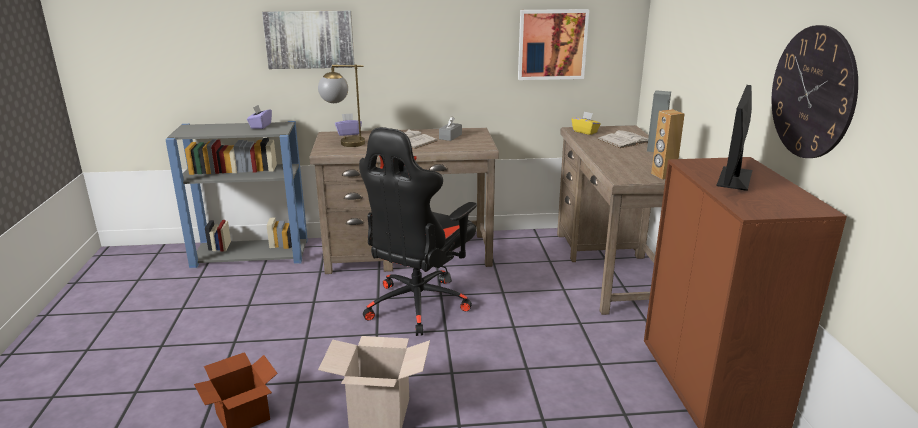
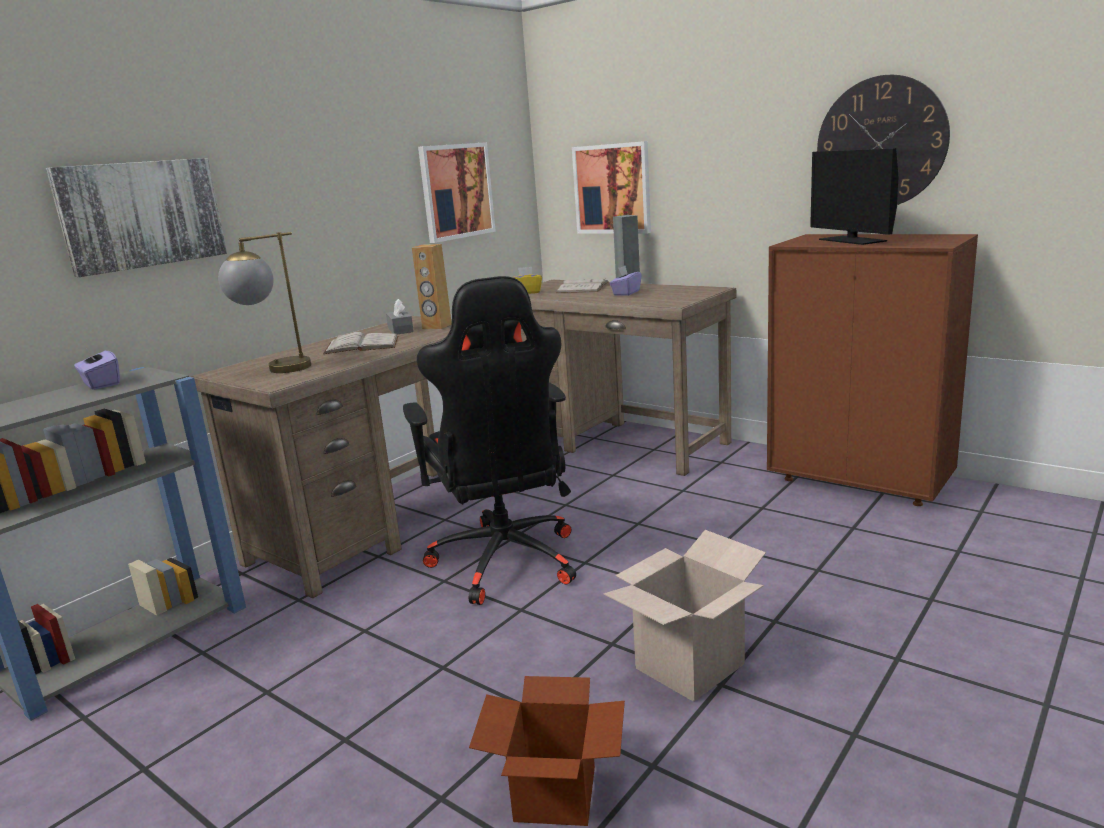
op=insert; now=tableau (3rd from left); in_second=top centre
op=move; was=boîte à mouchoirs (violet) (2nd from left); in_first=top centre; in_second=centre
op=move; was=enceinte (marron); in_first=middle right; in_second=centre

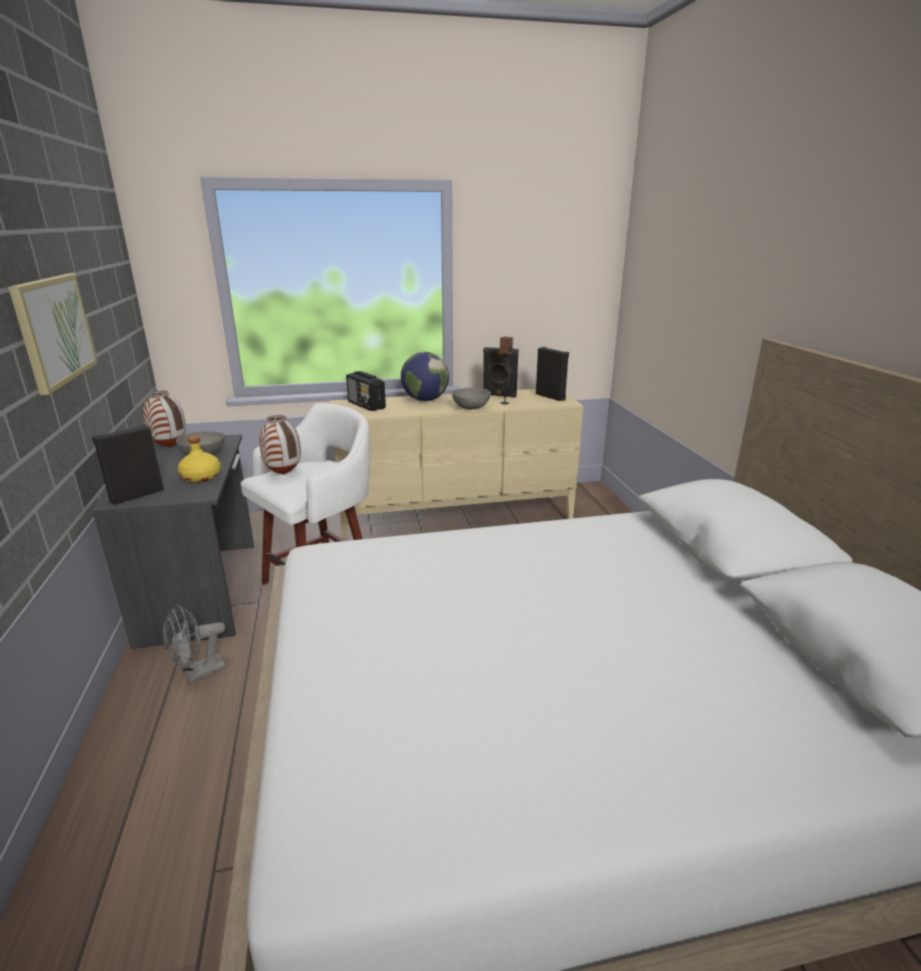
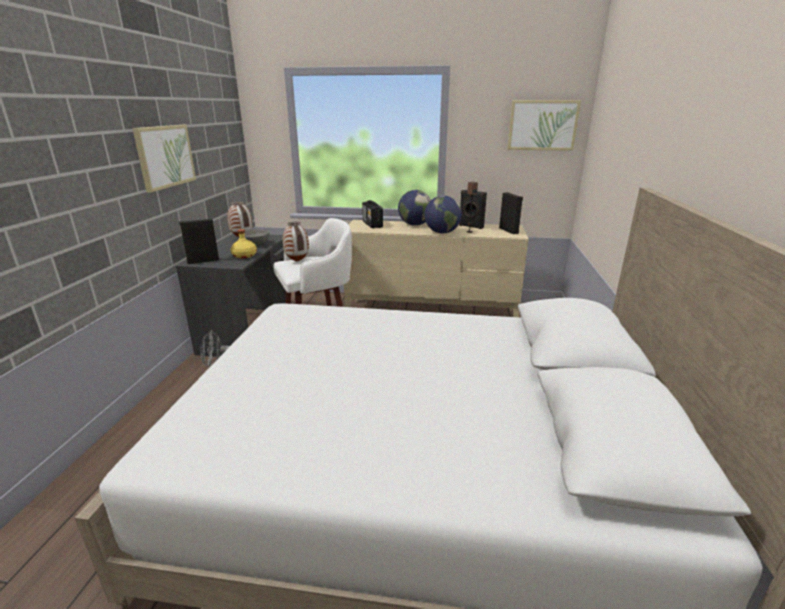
op=insert; now=tableau (2nd from left); in_second=top right
op=replace; was=bol (gris) (2nd from left); now=globe (2nd from left); in_first=centre; in_second=centre

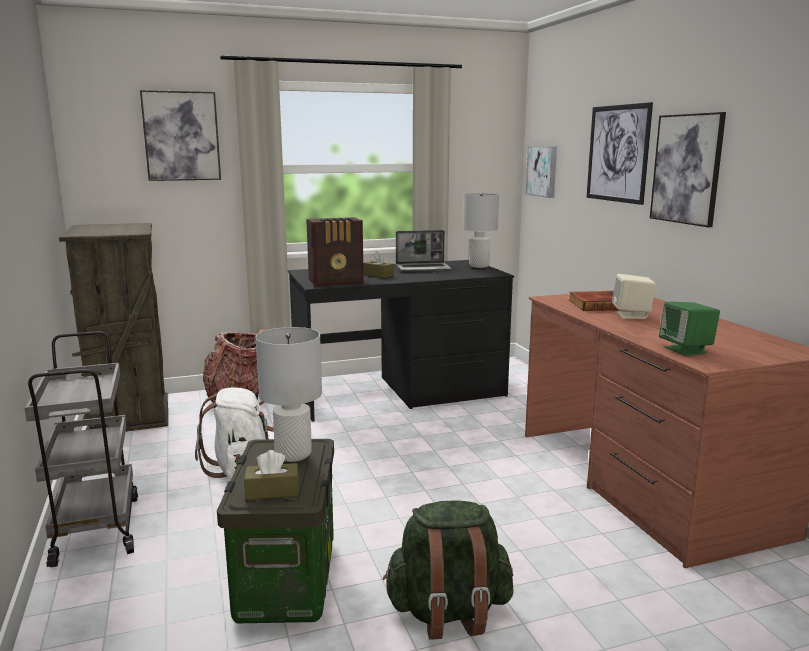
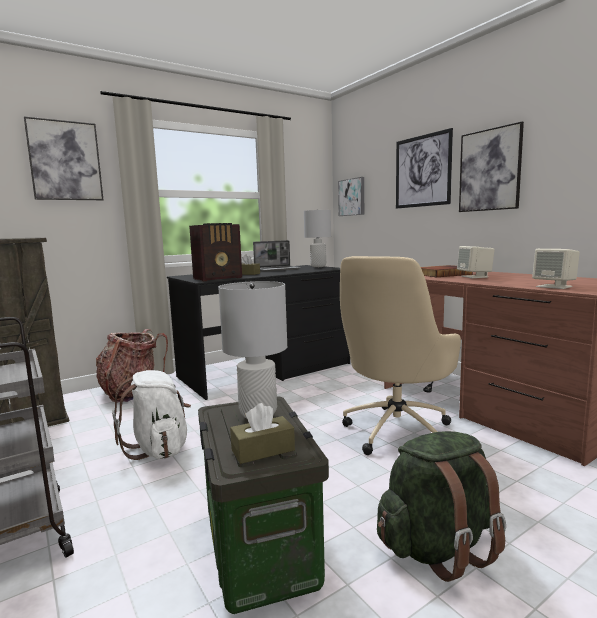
op=insert; now=chaise de bureau (beige); in_second=middle right
op=recolor; was=enceinte (vert); now=enceinte (beige) (2nd from left); in_first=middle right; in_second=middle right

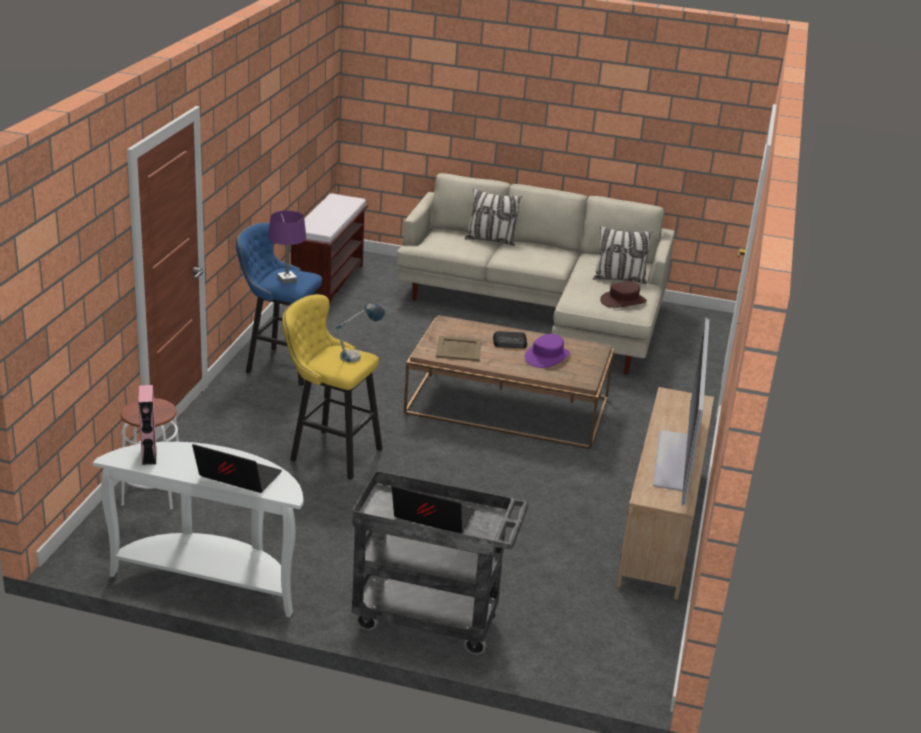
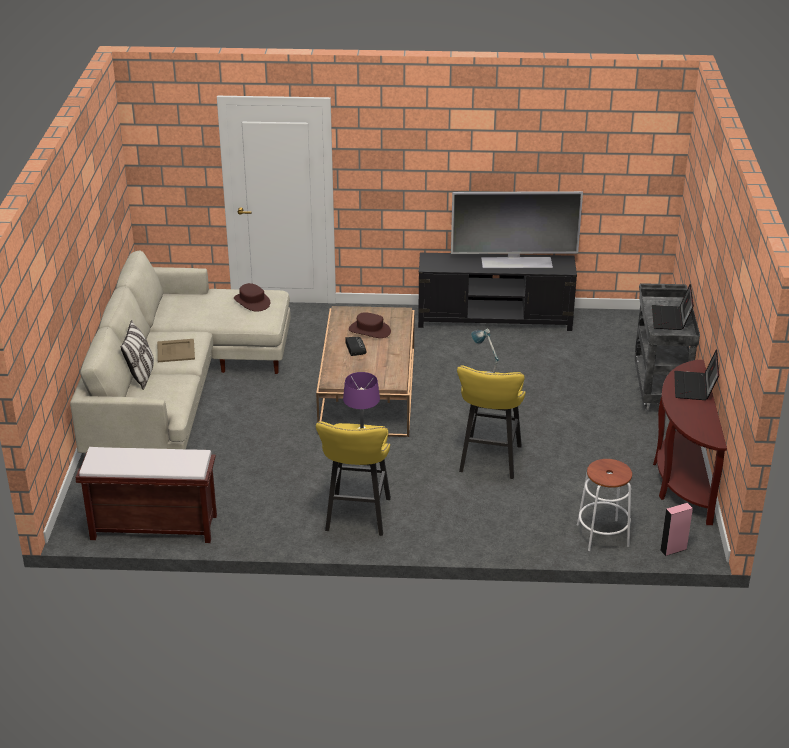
op=delete; was=coussin (2nd from left); in_first=middle right
op=move; was=enceinte (rose); in_first=middle left; in_second=bottom right
op=move; was=plateau (beige); in_first=centre; in_second=middle left
op=recolor; was=table console (blanc); now=table console (marron); in_first=bottom left; in_second=middle right
op=recolor; was=tabouret (bleu); now=tabouret (jaune) (1st from left); in_first=middle left; in_second=centre
op=recolor; was=chapeau (violet); now=chapeau (marron) (2nd from left); in_first=centre; in_second=centre
op=recolor; was=meuble télé (beige); now=meuble télé (noir); in_first=bottom right; in_second=centre

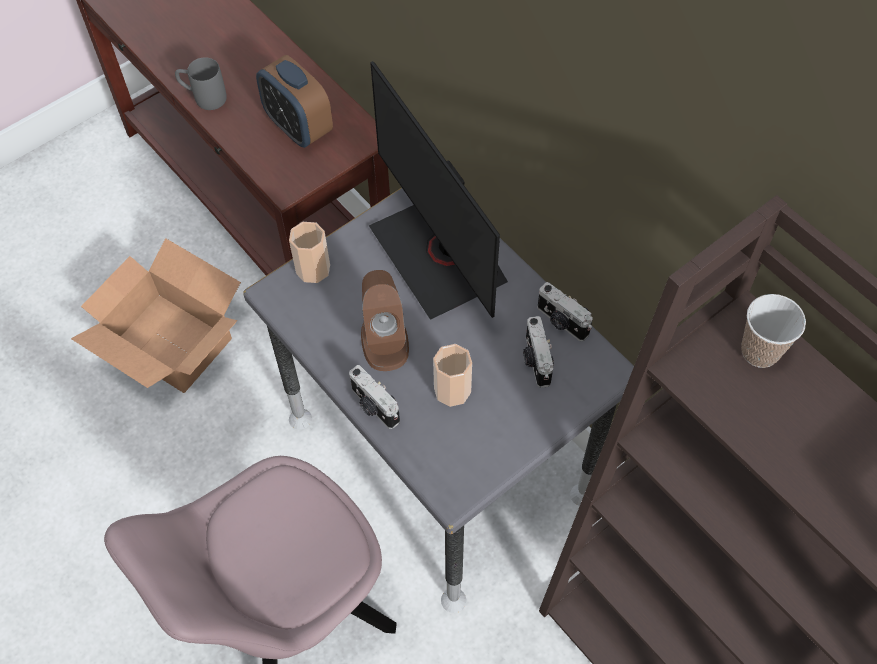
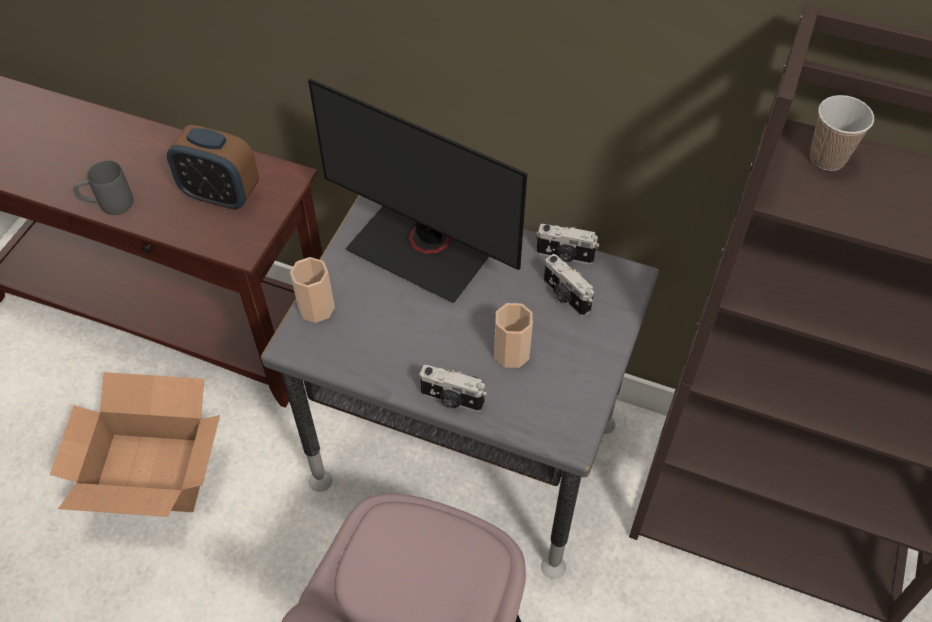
op=delete; was=enceinte (marron); in_first=centre

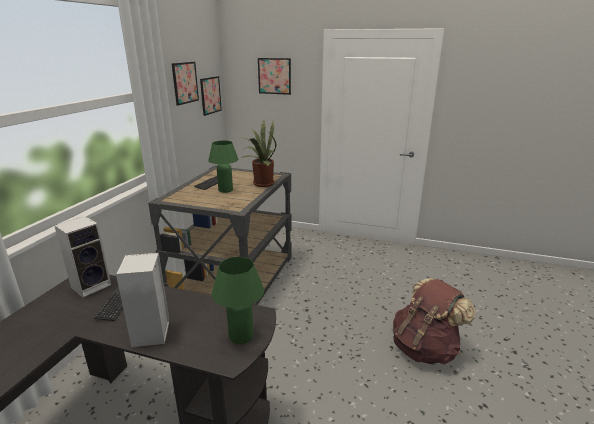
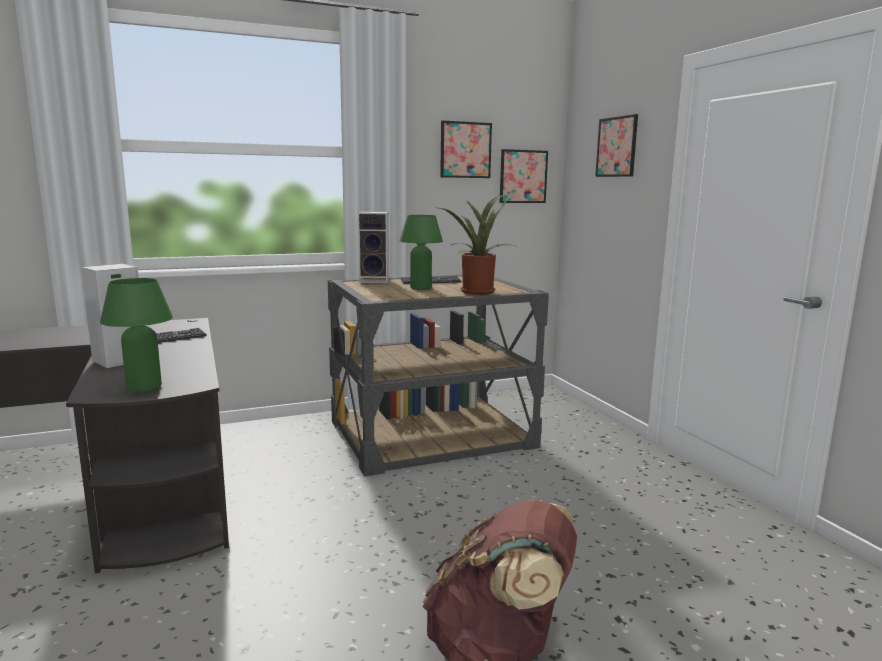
op=move; was=enceinte (1st from left in the first image); now=enceinte (2nd from left); in_first=middle left; in_second=centre

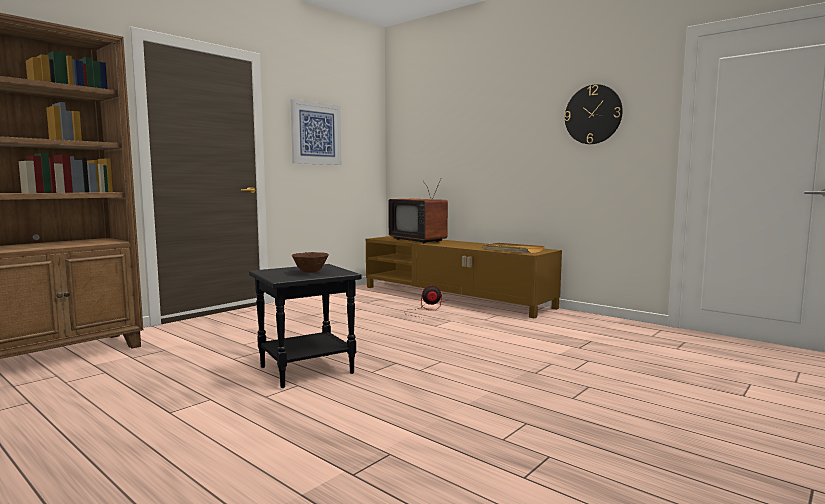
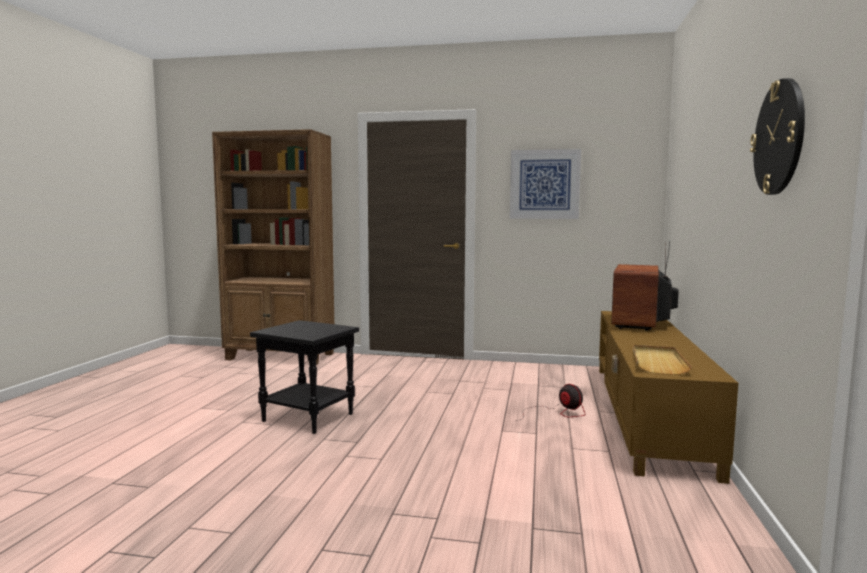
op=delete; was=bol (marron); in_first=centre

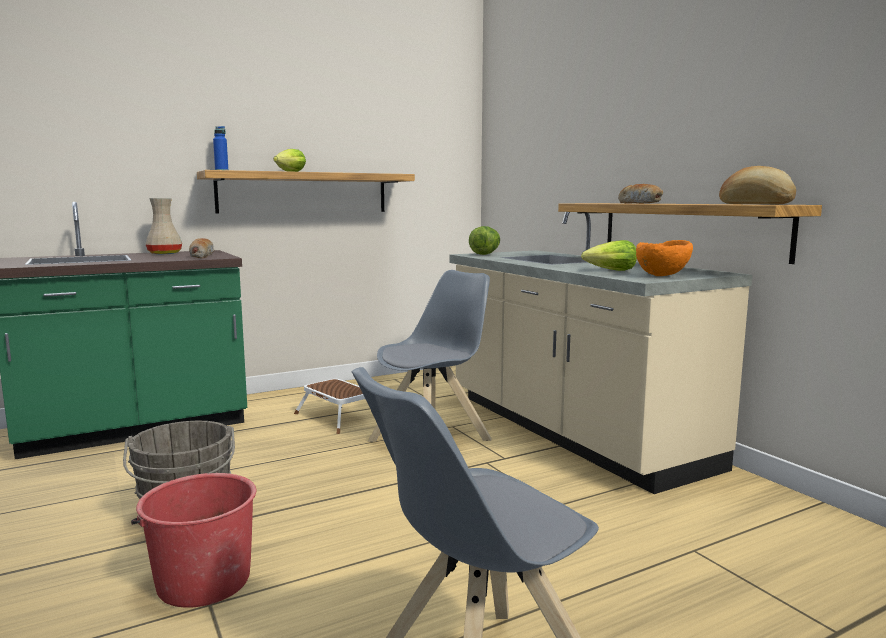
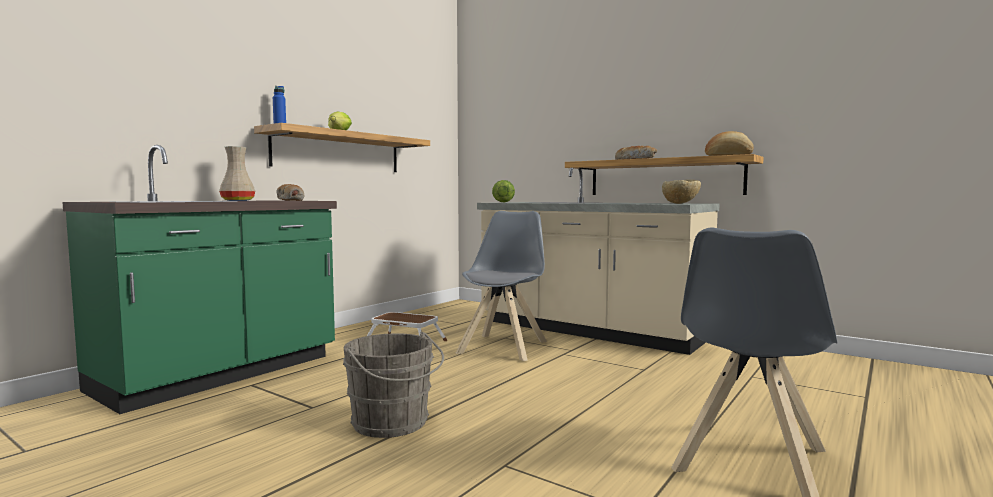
op=delete; was=seau (rouge); in_first=bottom left
op=delete; was=laitue (3rd from left); in_first=middle right
op=recolor; was=bol (orange); now=bol (beige); in_first=middle right; in_second=middle right

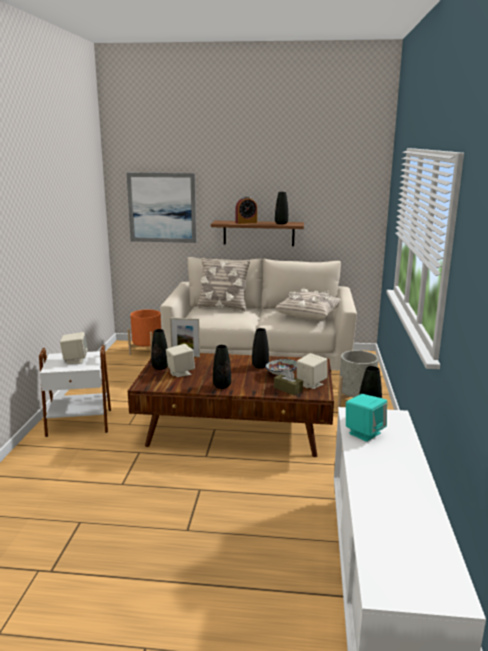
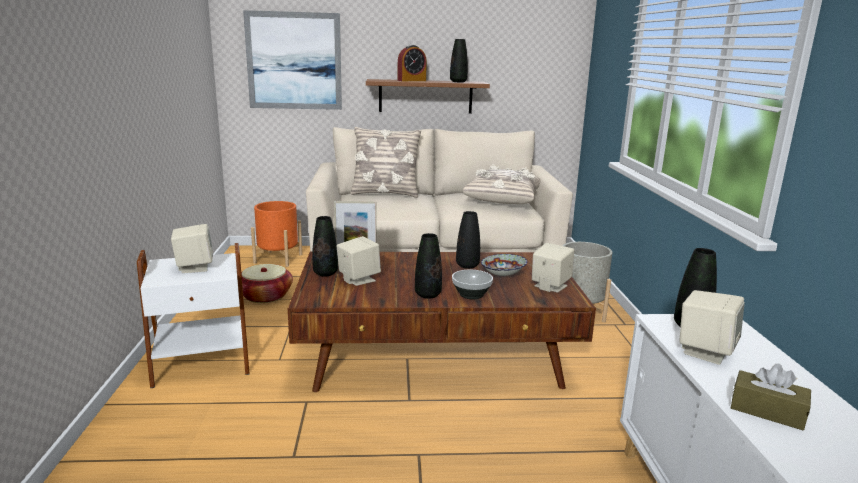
op=insert; now=panier; in_second=middle left
op=insert; now=bol (1st from left); in_second=centre
op=move; was=boîte à mouchoirs (marron); in_first=centre; in_second=bottom right
op=recolor; was=enceinte (turquoise); now=enceinte (beige) (4th from left); in_first=middle right; in_second=bottom right

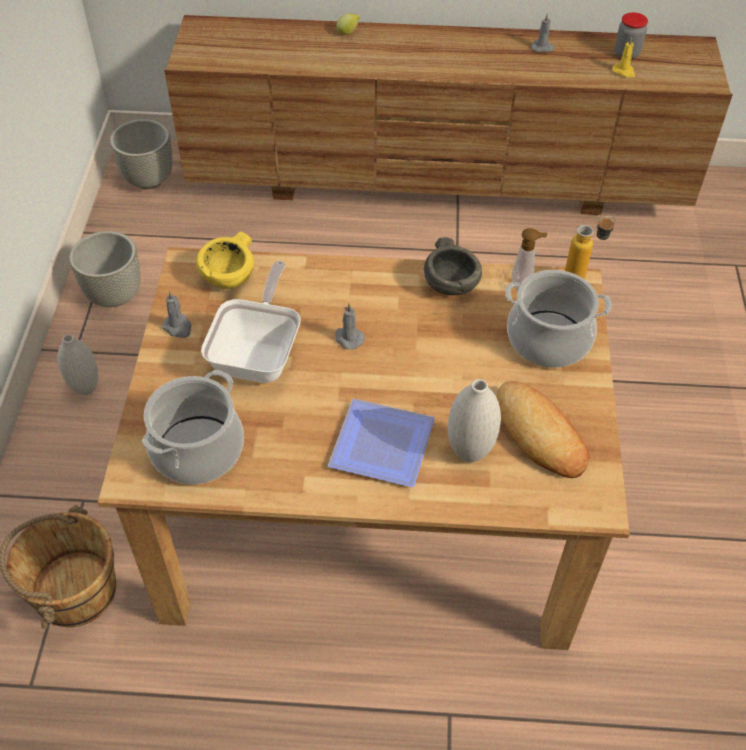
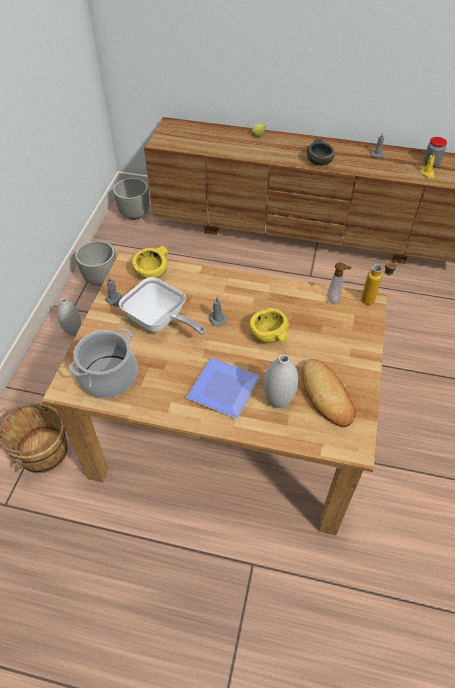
op=delete; was=marmite (2nd from left); in_first=middle right
op=insert; now=bol (jaune) (2nd from left); in_second=centre
op=move; was=bol (gris); in_first=centre; in_second=top right
op=rotate; was=poêle; in_first=centre; in_second=centre; clockwise=105

